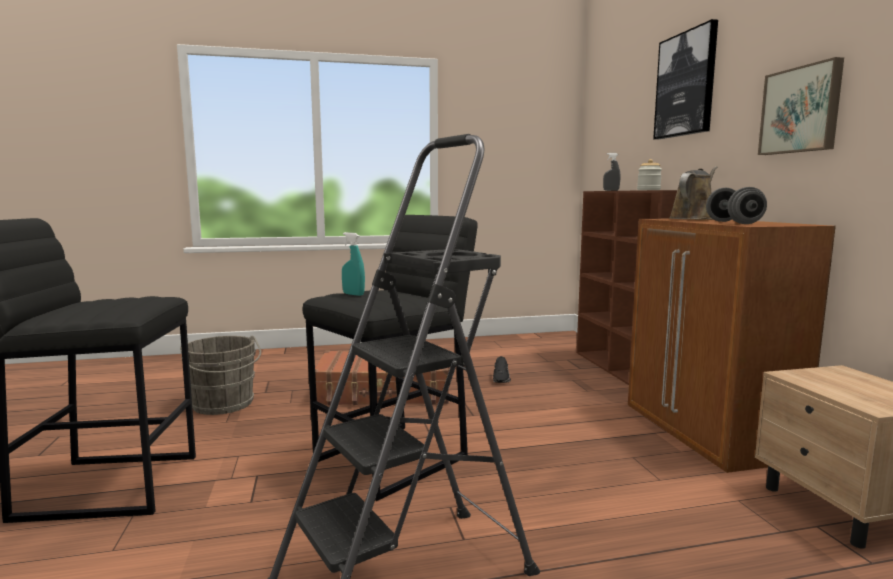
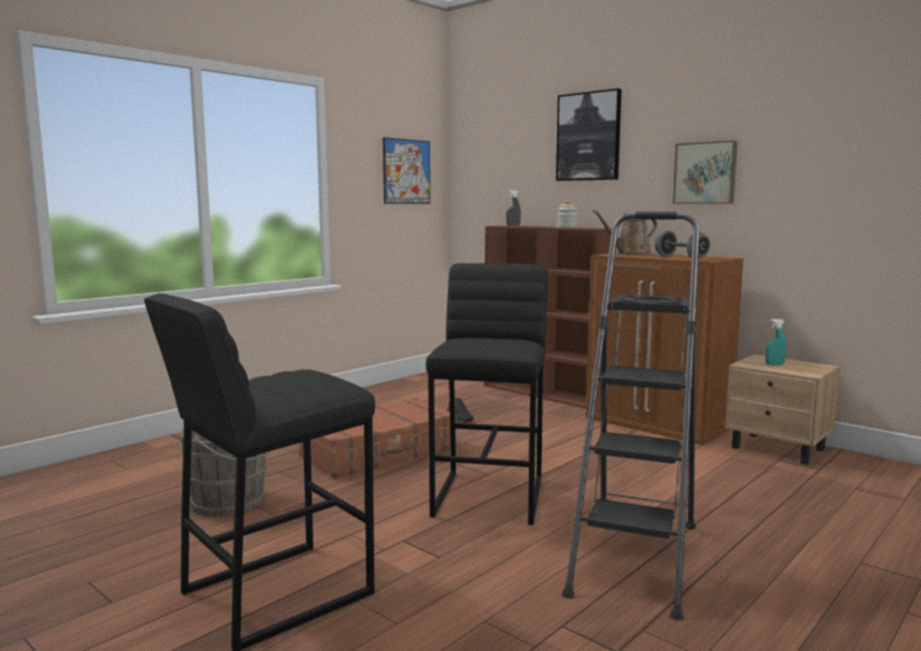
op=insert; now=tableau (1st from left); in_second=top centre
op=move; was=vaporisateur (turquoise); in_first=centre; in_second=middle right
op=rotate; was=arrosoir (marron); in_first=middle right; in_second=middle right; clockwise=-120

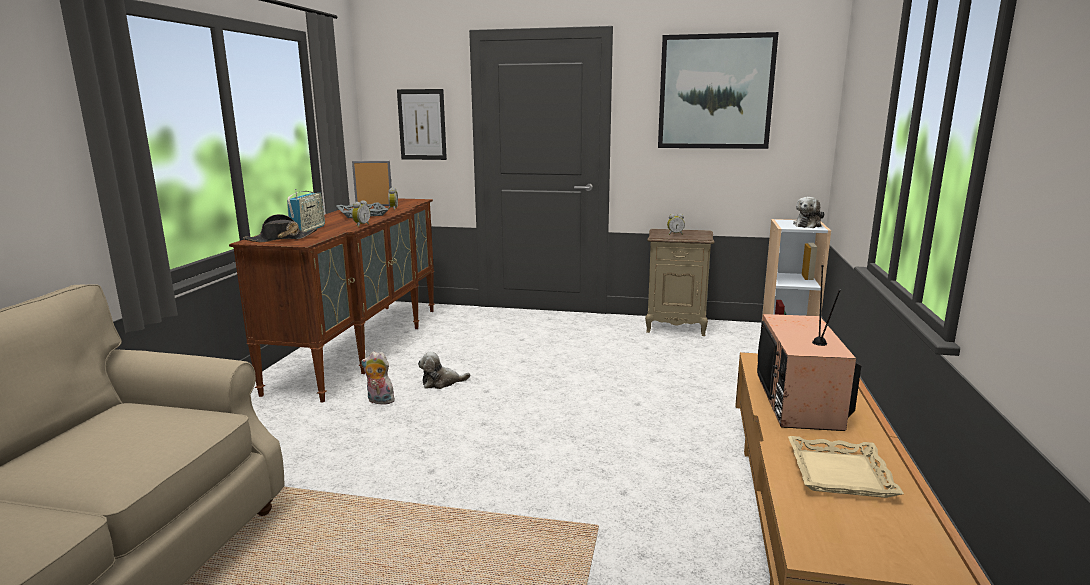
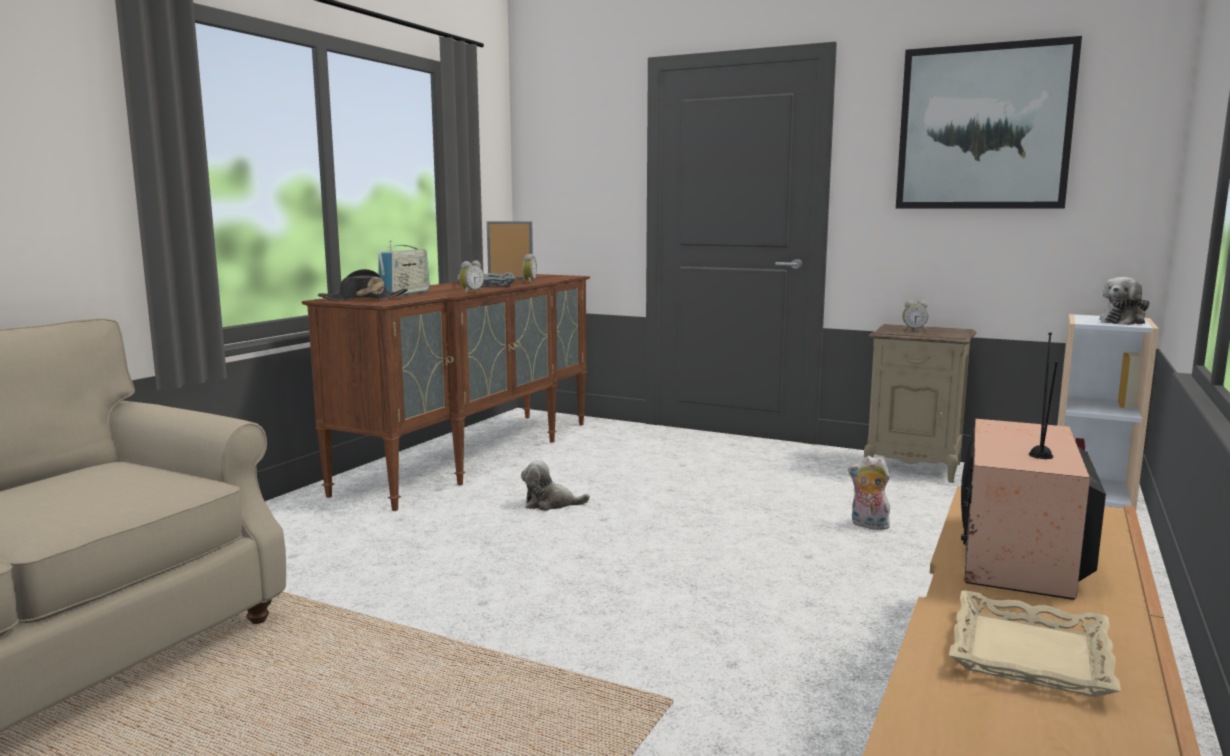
op=delete; was=tableau (1st from left); in_first=top centre
op=move; was=peluche (1st from left in the first image); now=peluche (2nd from left); in_first=centre; in_second=middle right

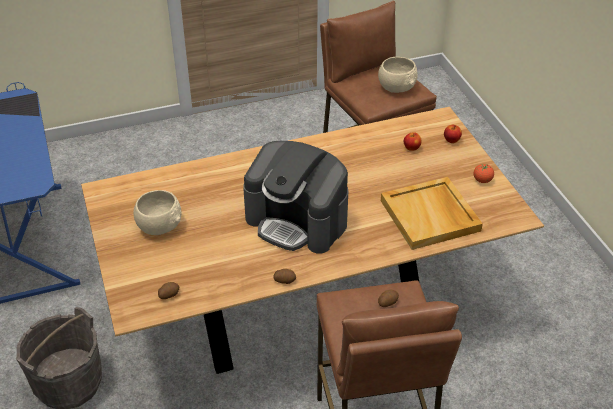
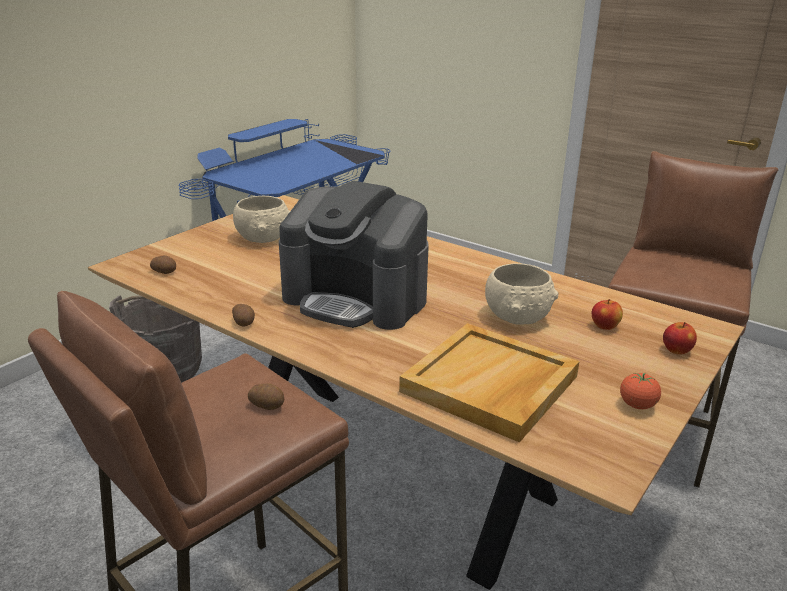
op=move; was=bol (beige) (2nd from left); in_first=top centre; in_second=centre
op=rotate; was=machine à café; in_first=centre; in_second=centre; clockwise=-60

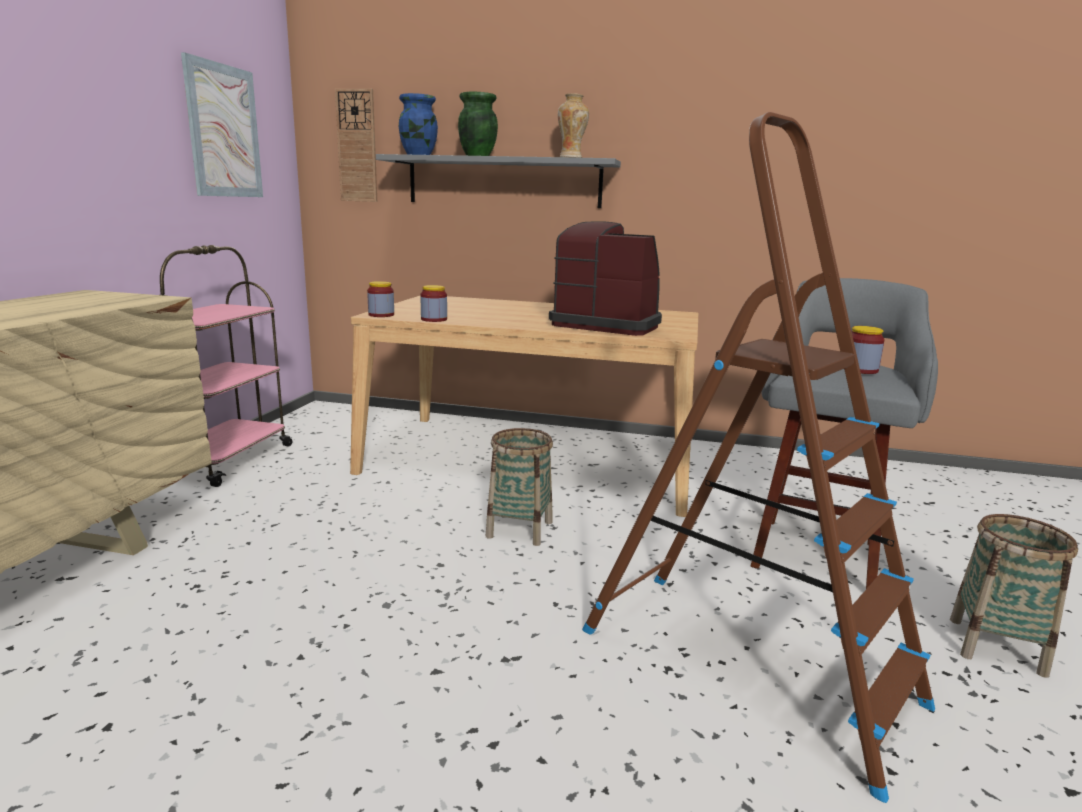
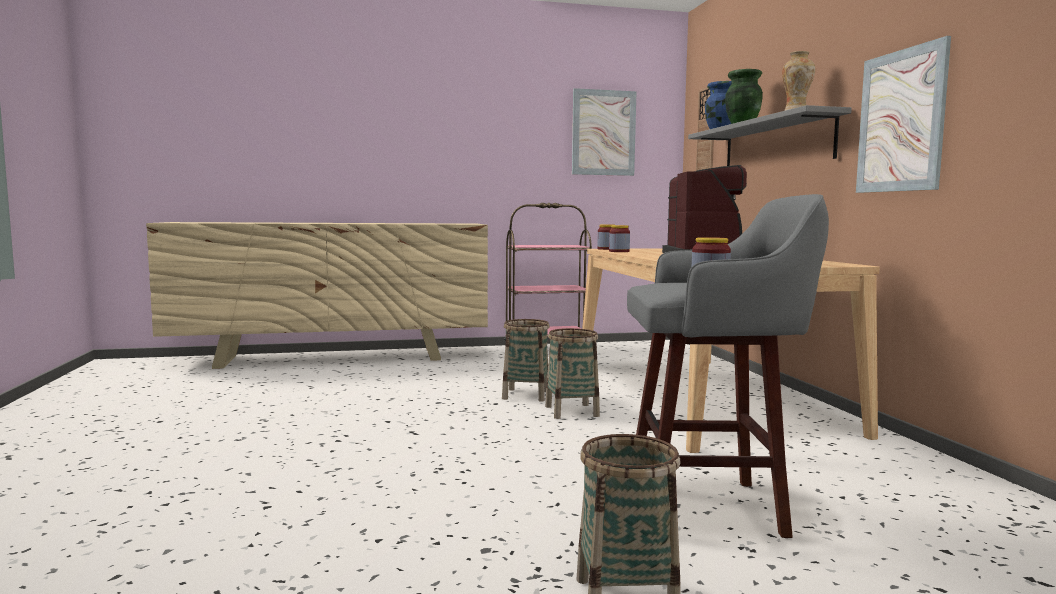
op=delete; was=escabeau (marron); in_first=middle right
op=insert; now=panier (1st from left); in_second=centre
op=insert; now=tableau (2nd from left); in_second=top right

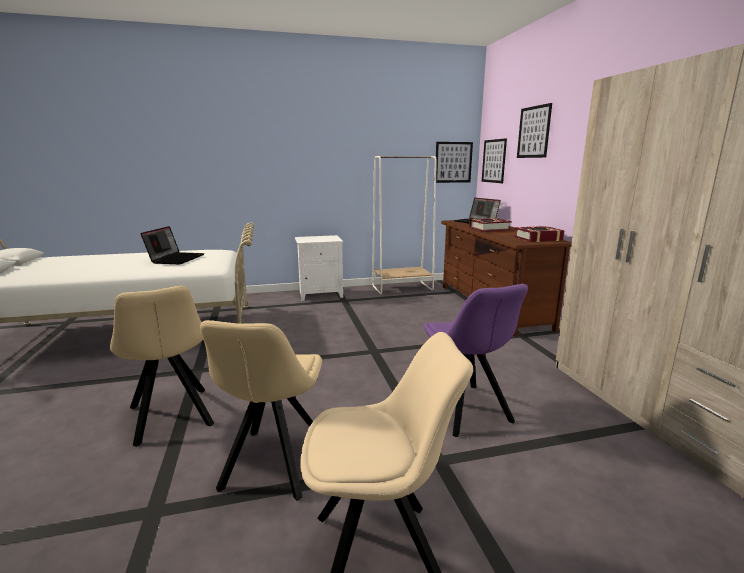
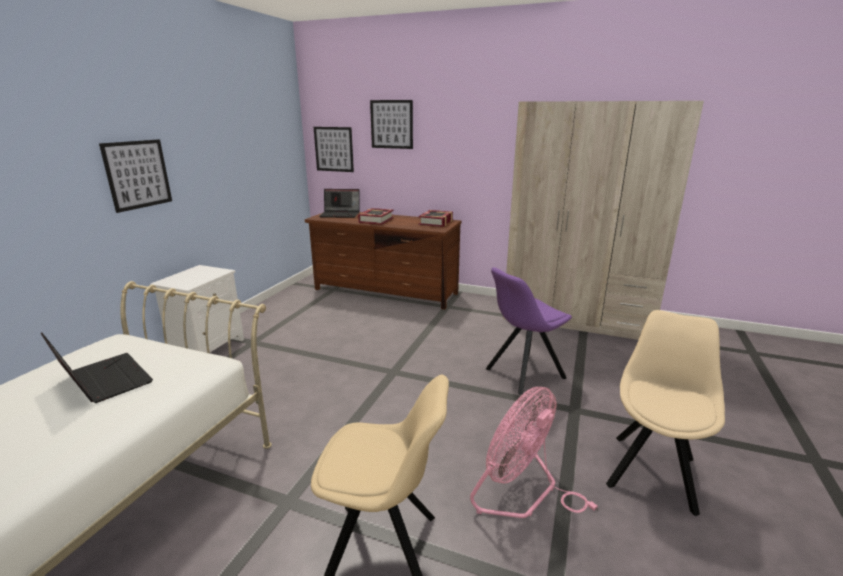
op=delete; was=portant; in_first=centre
op=move; was=tableau (1st from left); in_first=top centre; in_second=top left
op=replace; was=chaise (beige) (2nd from left); now=ventilateur (rose); in_first=bottom centre; in_second=bottom centre
op=rotate; was=chaise (violet); in_first=centre; in_second=centre; clockwise=135

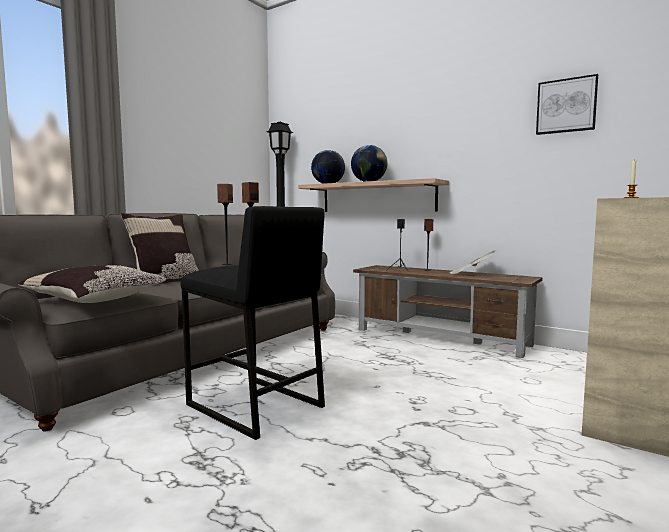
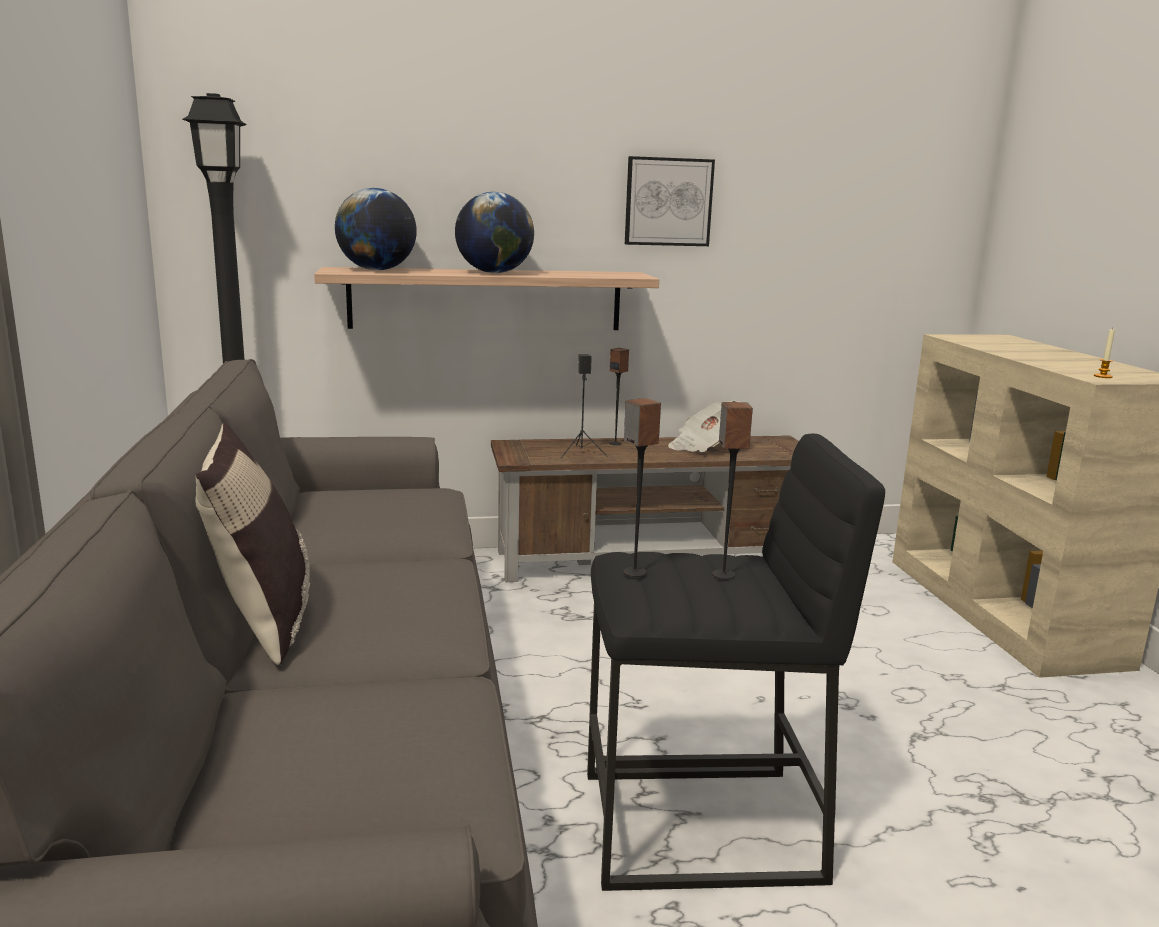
op=delete; was=coussin (1st from left); in_first=middle left
op=move; was=tableau; in_first=top right; in_second=top centre

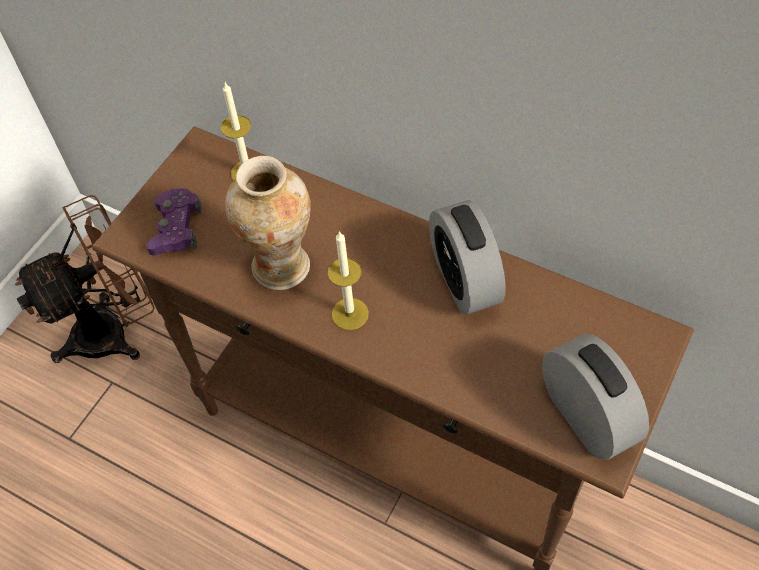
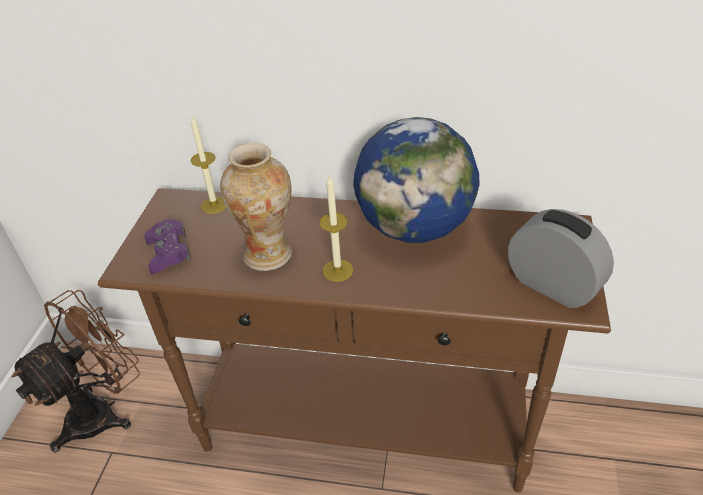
op=replace; was=réveil (1st from left); now=globe; in_first=centre; in_second=centre

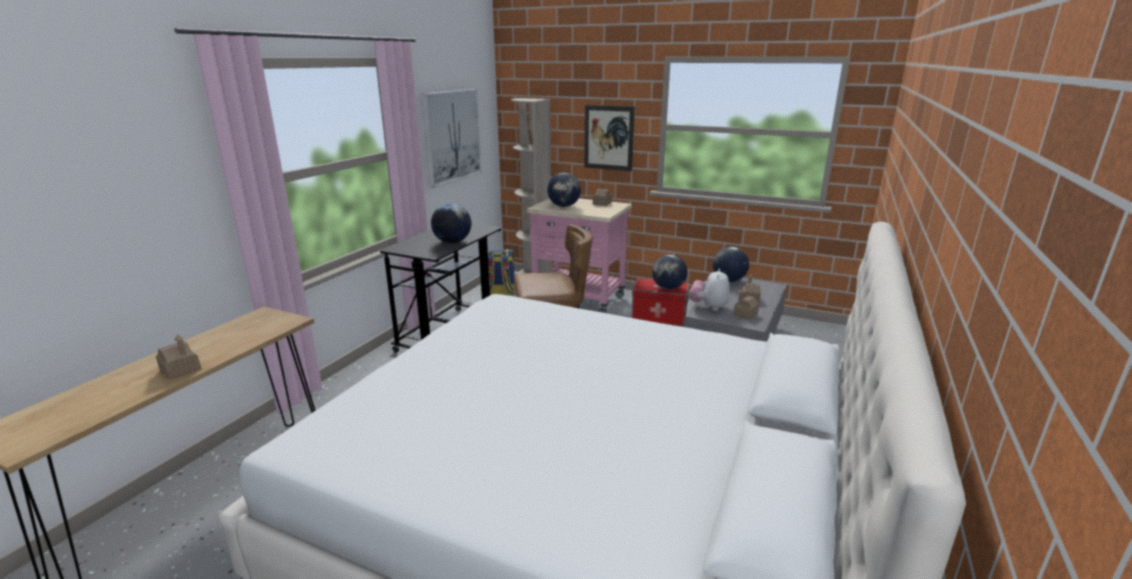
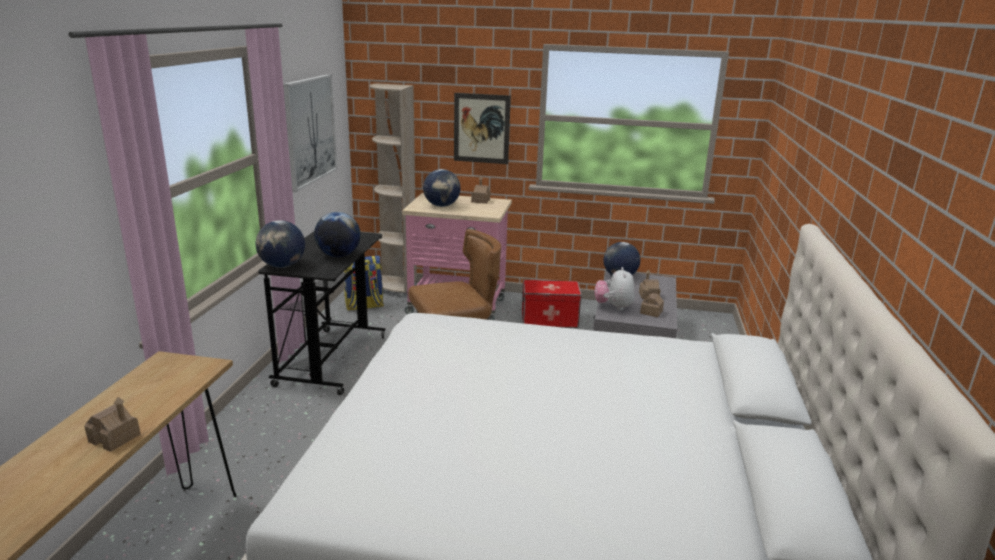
op=move; was=globe (3rd from left in the first image); now=globe (1st from left); in_first=centre; in_second=middle left

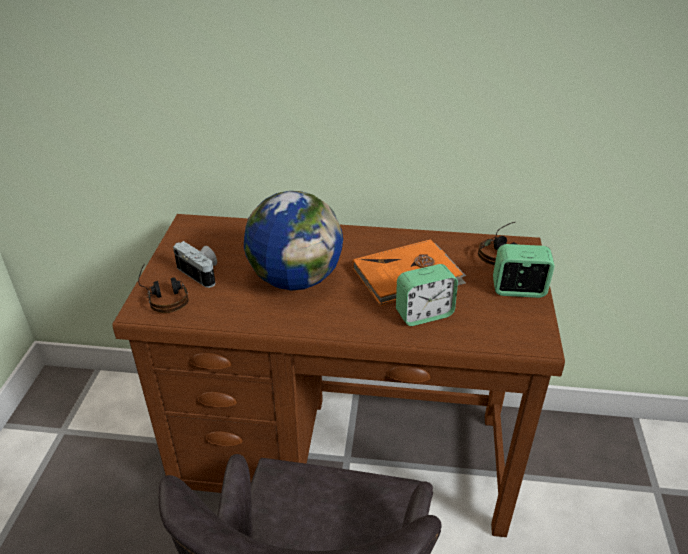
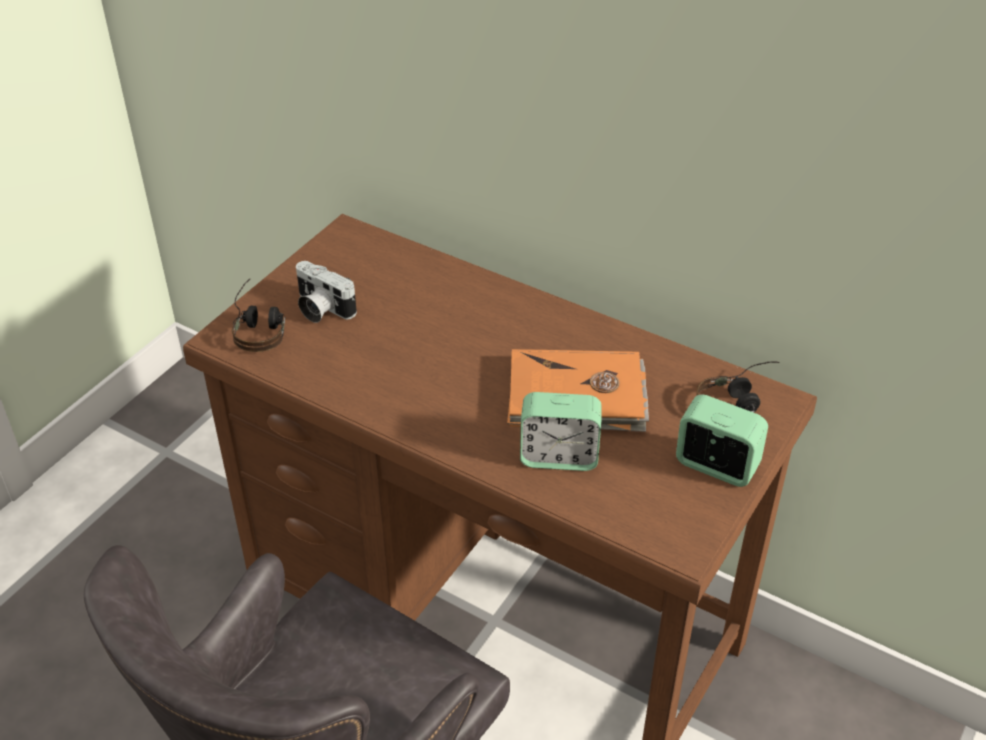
op=delete; was=globe; in_first=centre
op=rotate; was=appareil photo; in_first=middle left; in_second=middle left; clockwise=150

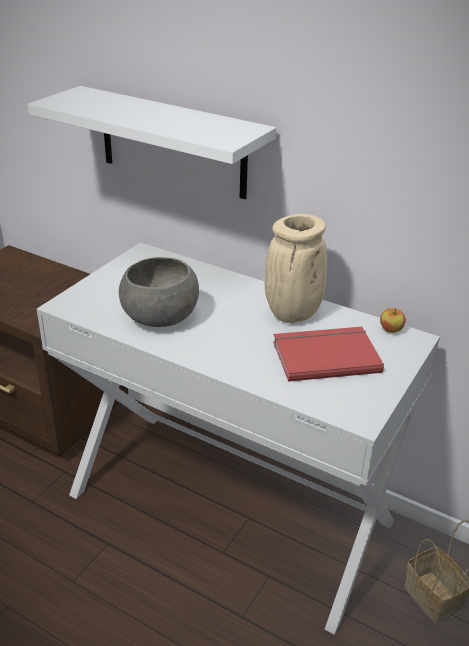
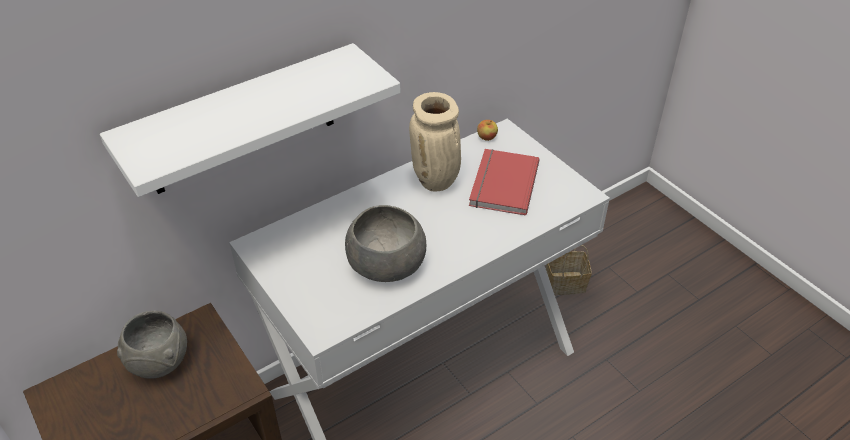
op=insert; now=bol (gris) (1st from left); in_second=bottom left

